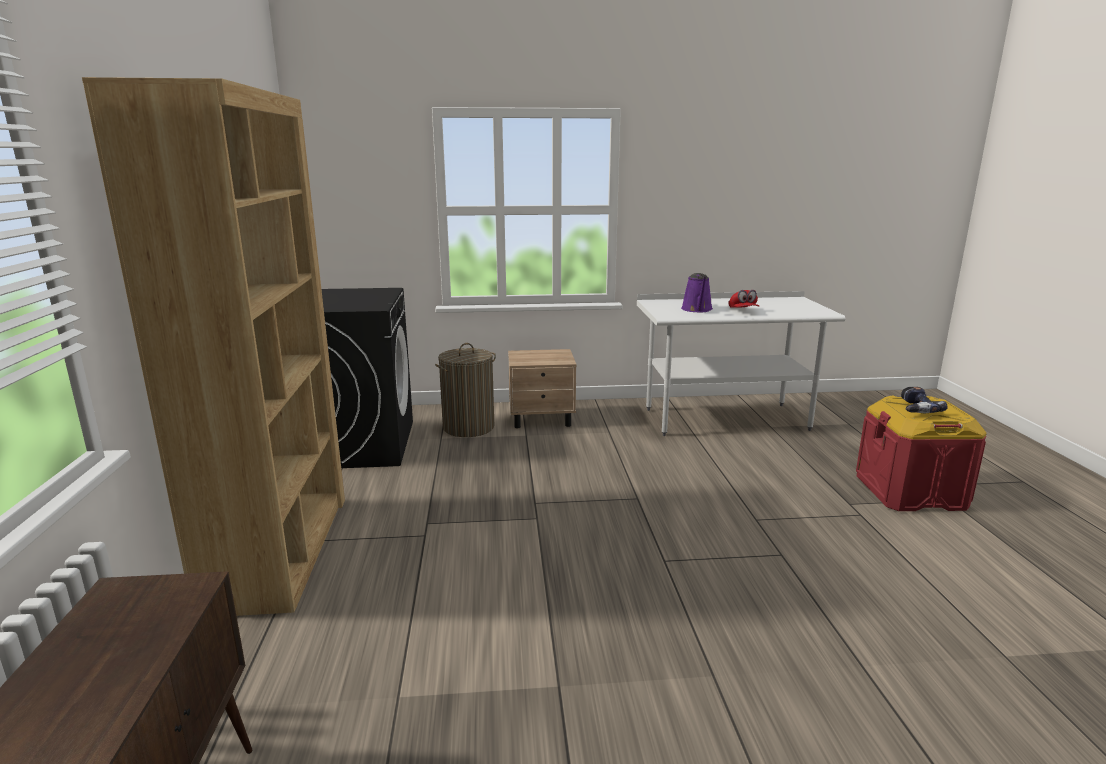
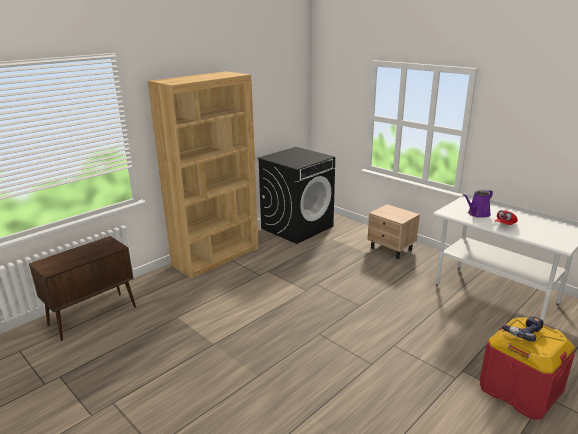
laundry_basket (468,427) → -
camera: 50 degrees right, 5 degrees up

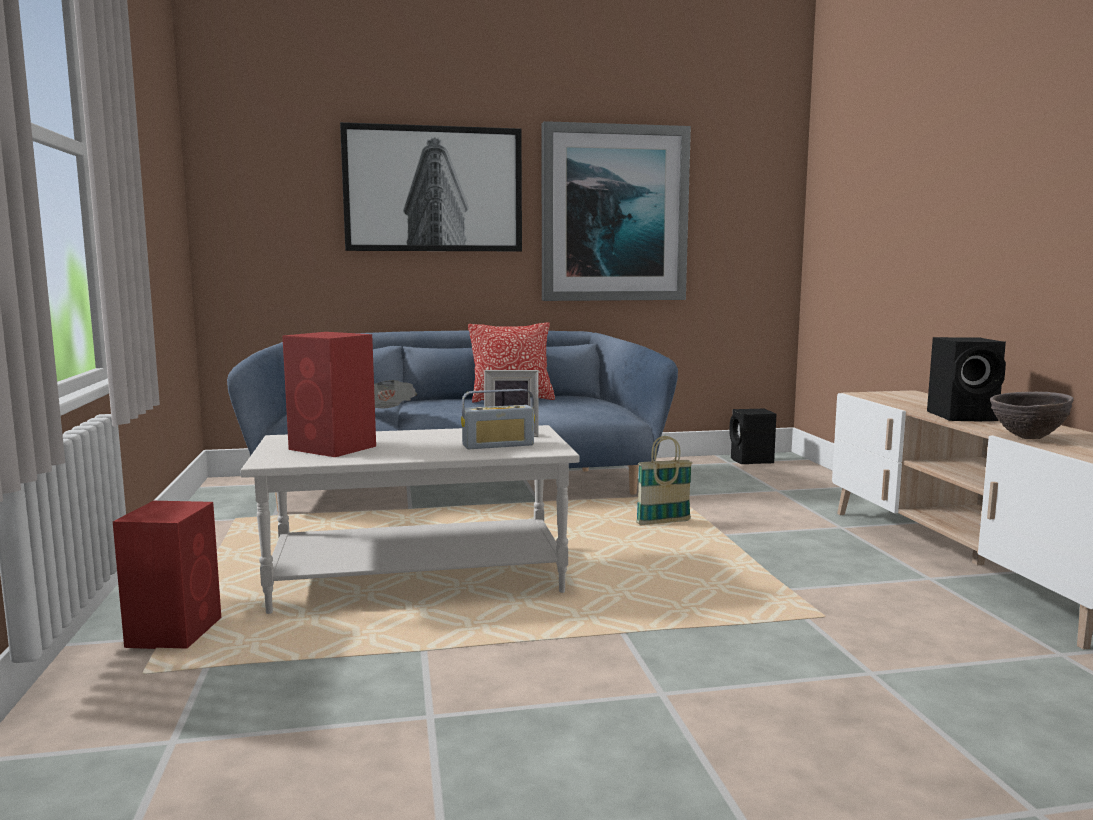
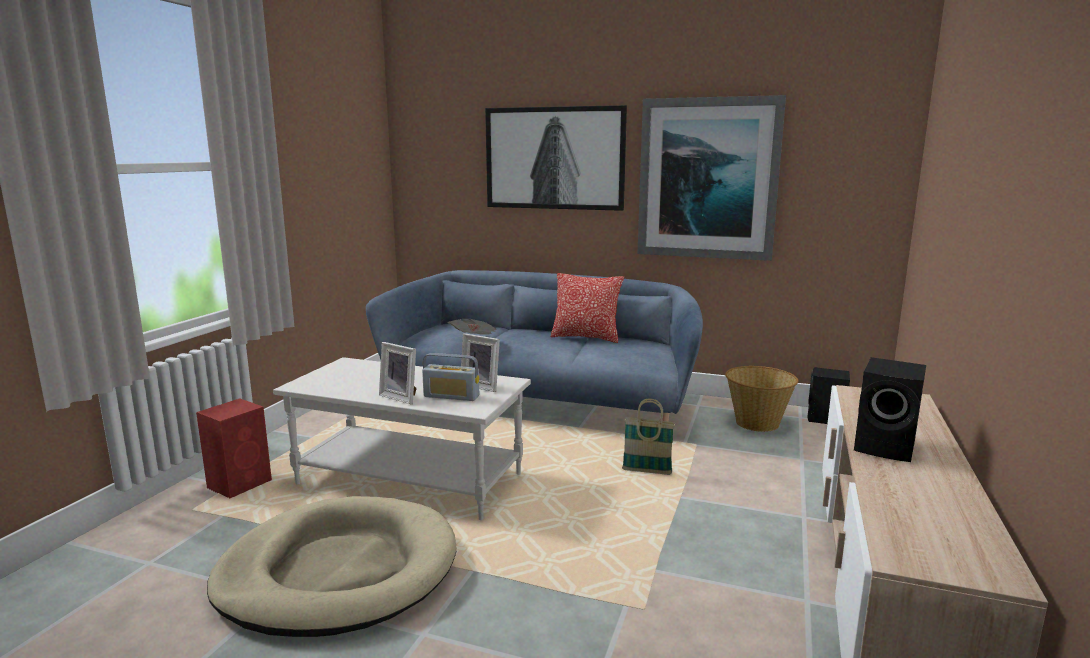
red_speaker (334,448) → -
brown_bowl (1027,438) → -
- → beige_dog_bed (338,572)
- → picture_frame (401,397)
- → basket (757,423)
camera: 30 degrees right, 5 degrees up

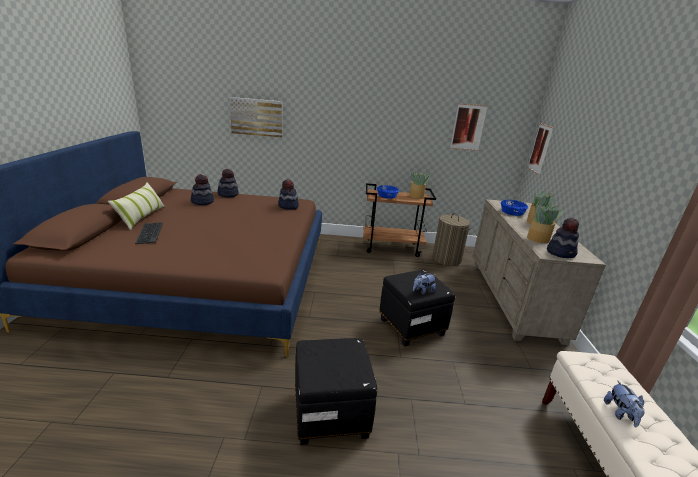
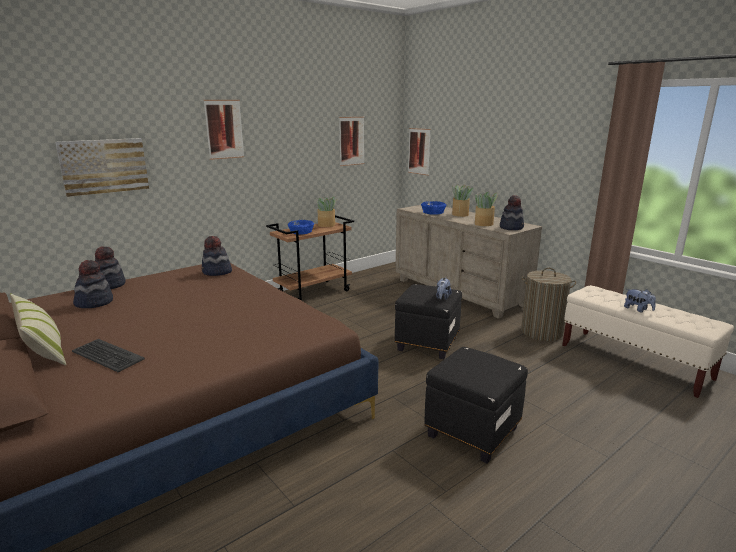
- → picture (224,129)
laundry_basket (446,259) → laundry_basket (541,332), shifted
camera: 40 degrees left, 5 degrees down

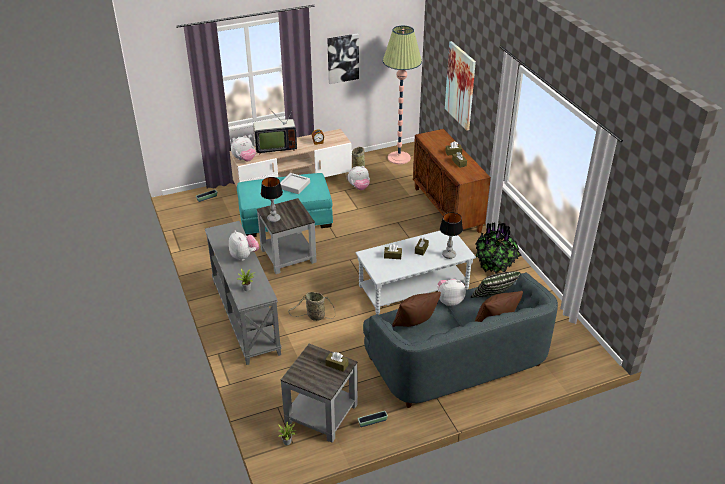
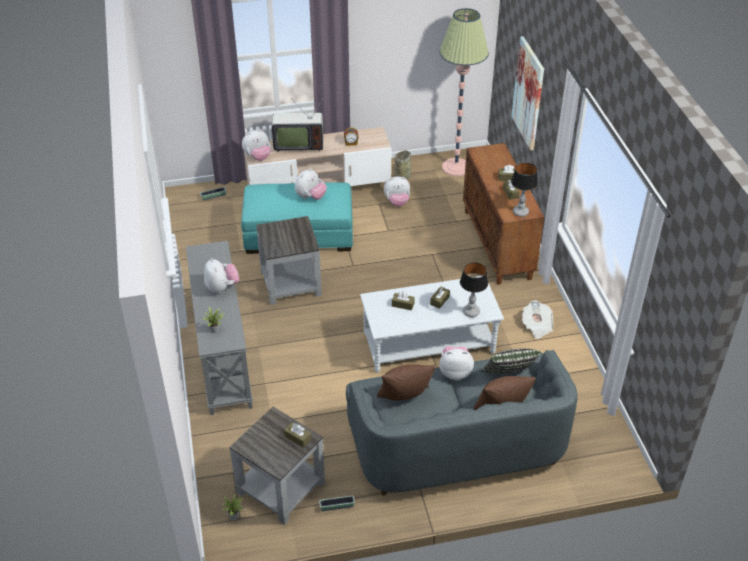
basket (314,316) → -
picture (343,58) → -
table_lamp (274,219) → table_lamp (520,212), shifted
grey_tray (294,185) → plush_toy (310,197)
potted_plant (495,265) → newspaper (537,326)
camera: 10 degrees right, 5 degrees up

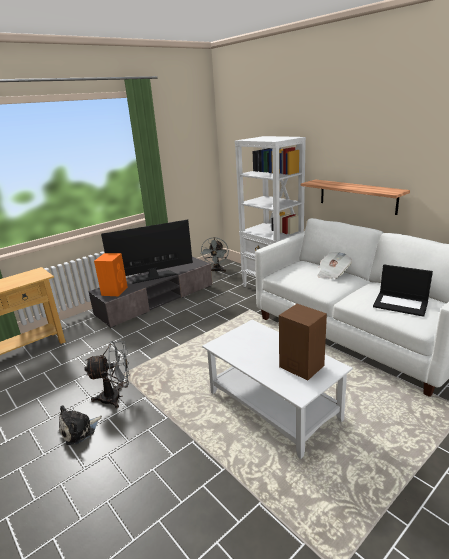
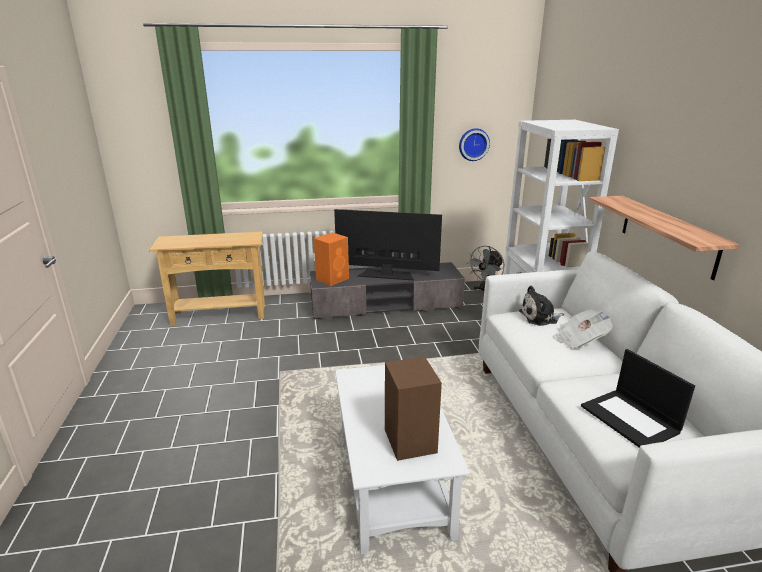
grey_fan (116,397) → -
- → wall_clock (473,144)
plush_toy (79,430) → plush_toy (540,317), shifted
camera: 30 degrees right, 0 degrees up

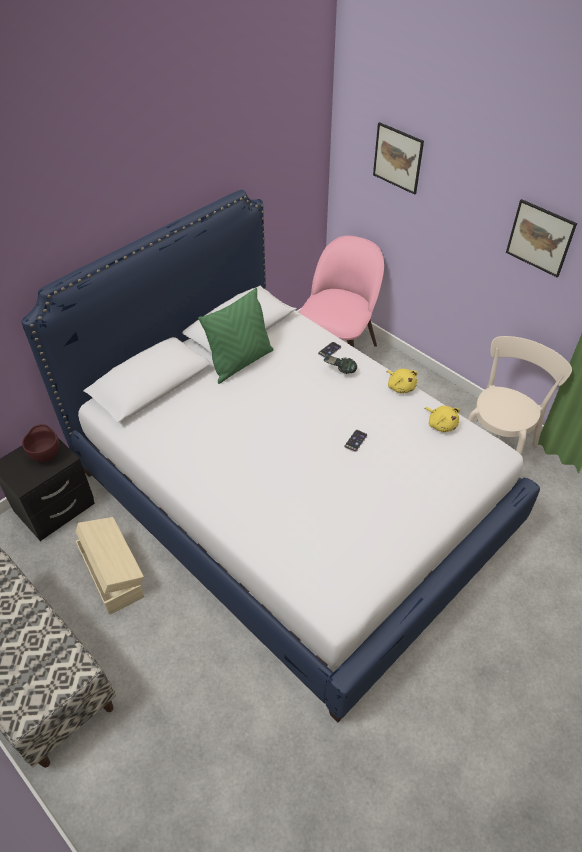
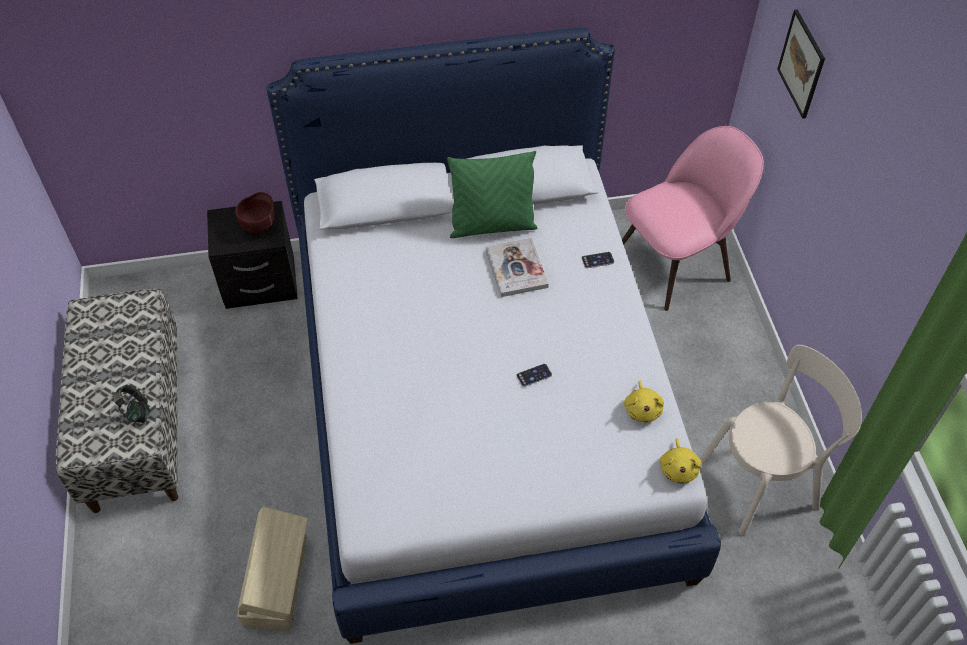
picture (540,238) → -
- → book (516,269)
beige_storage_box (113,573) → beige_storage_box (278,580), shifted
headphones (339,371) → headphones (136,412), shifted
yellow_plush_toy (400,386) → yellow_plush_toy (678,468), shifted
camera: 35 degrees right, 5 degrees up

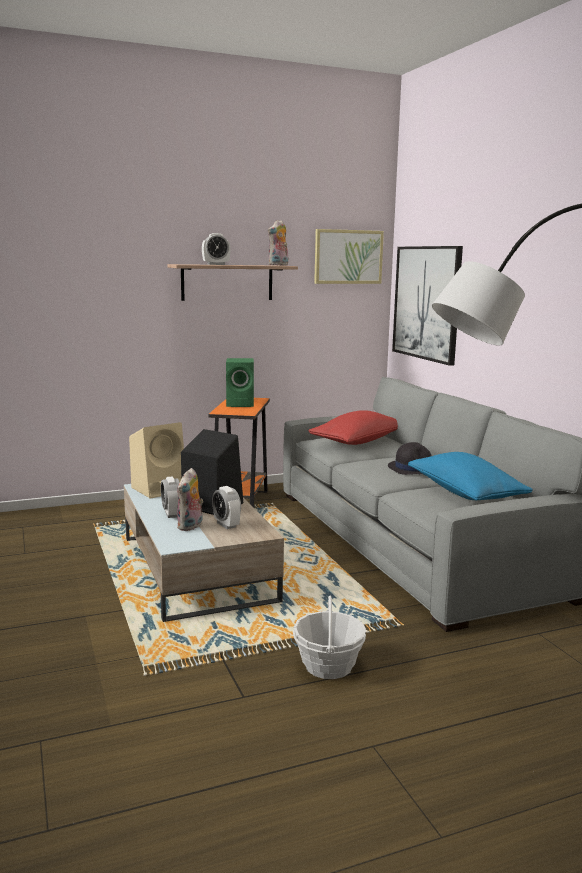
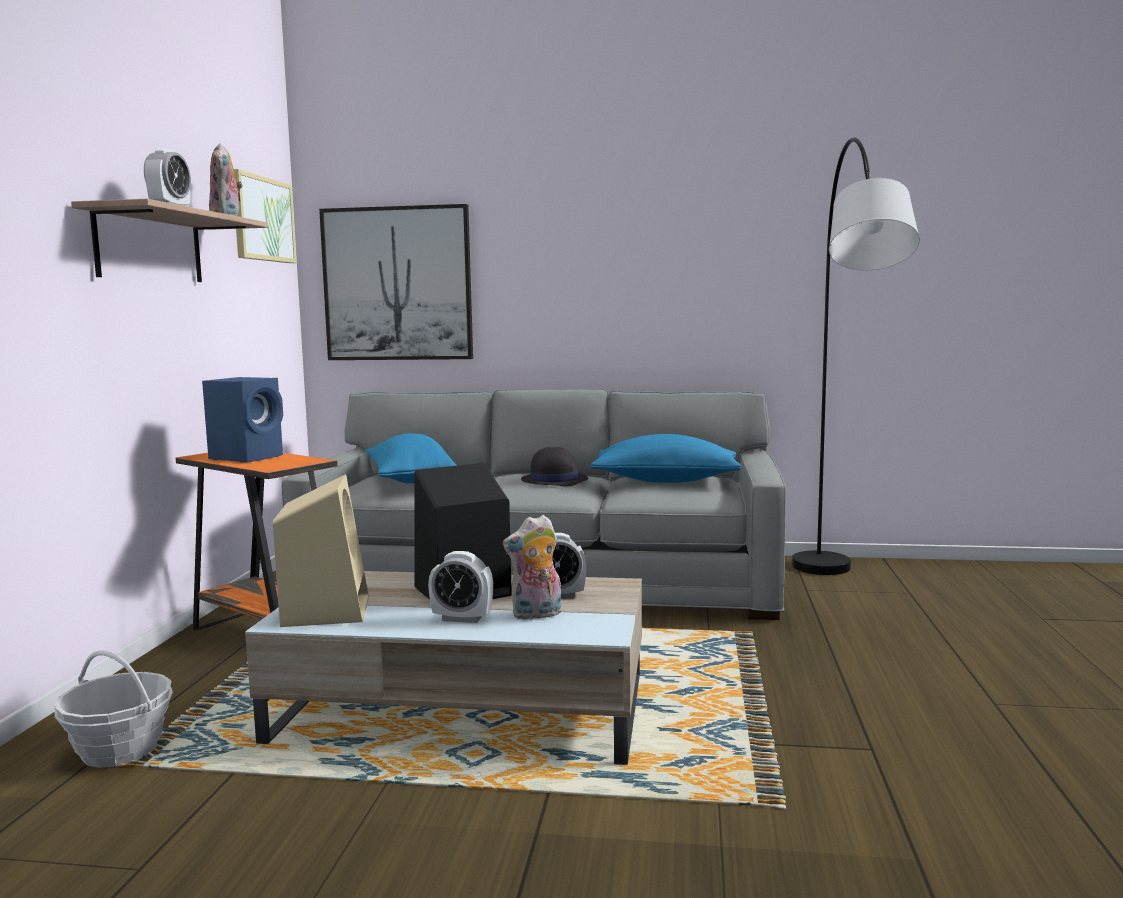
basket (328,666) → basket (120,750), shifted
green_speaker (241,404) → blue_speaker (248,457)
red_pillow (357,442) → blue_pillow (410,480)
plush_toy (190,526) → plush_toy (536,615), 105 degrees clockwise
camera: 60 degrees left, 5 degrees down

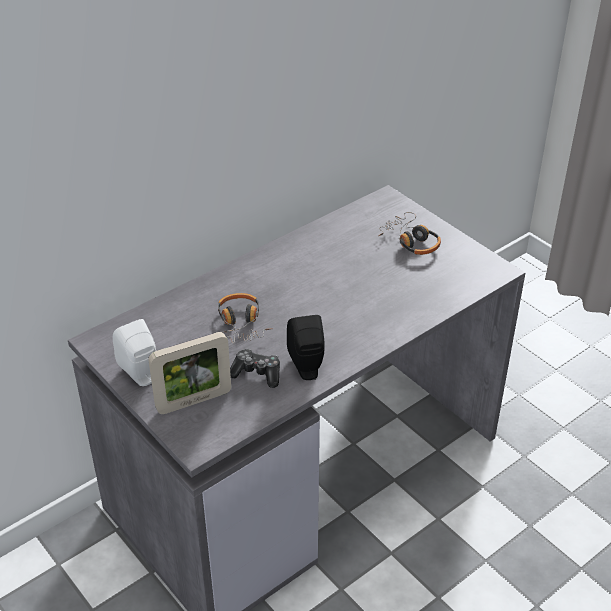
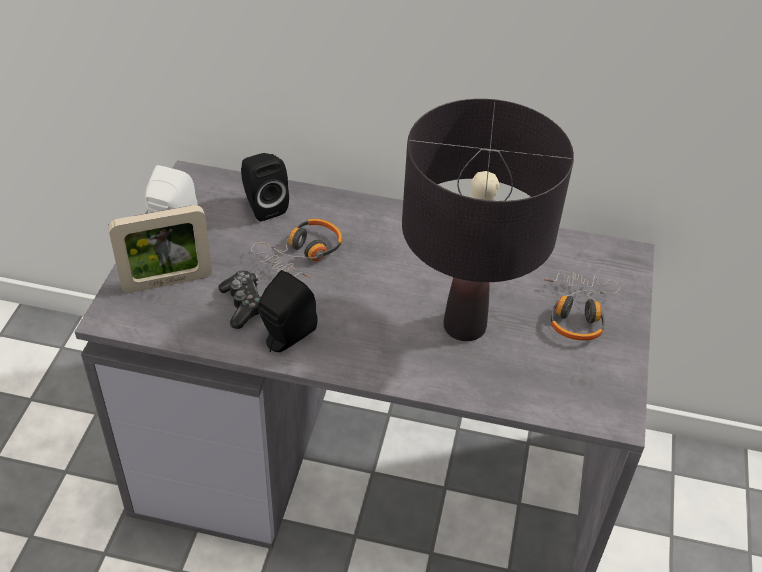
- → black_speaker (263,206)
- → black_table_lamp (465,326)
picture_frame (194,401) → picture_frame (167,282), 45 degrees counterclockwise
camera: 50 degrees right, 5 degrees up

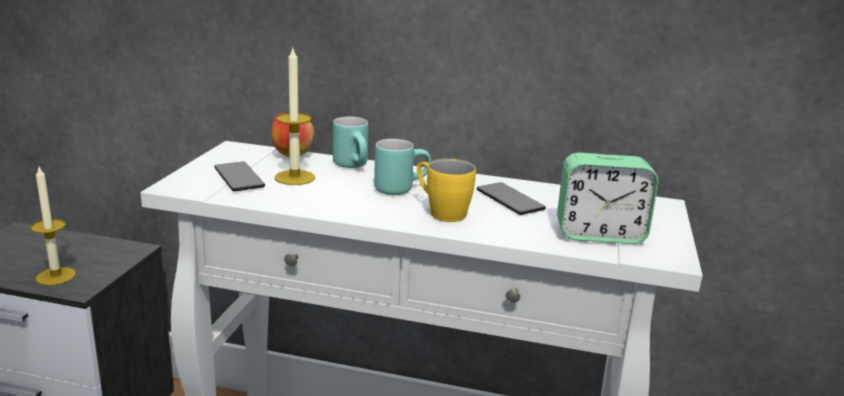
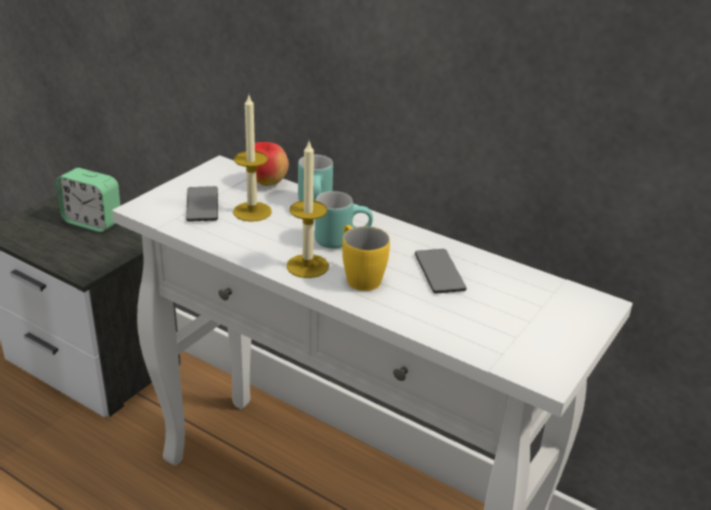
candle (56,276) → candle (307,266), shifted
alarm_clock (599,234) → alarm_clock (92,222), shifted
camera: 20 degrees right, 10 degrees up

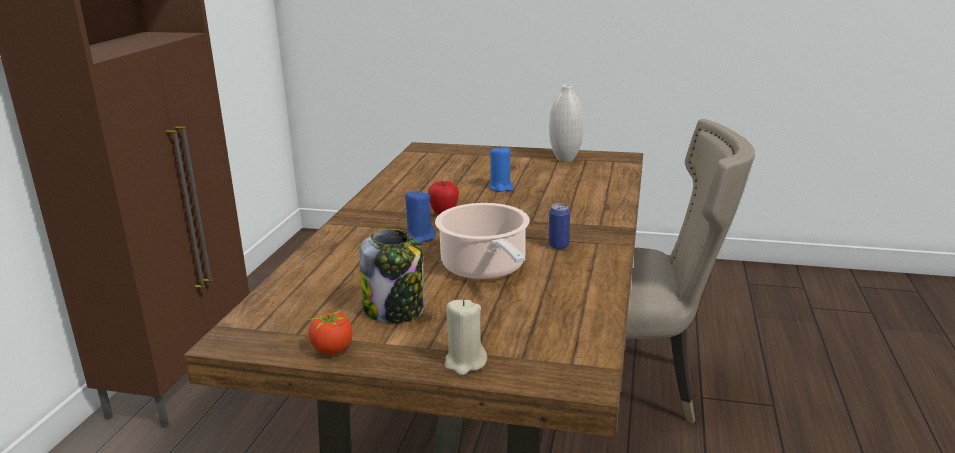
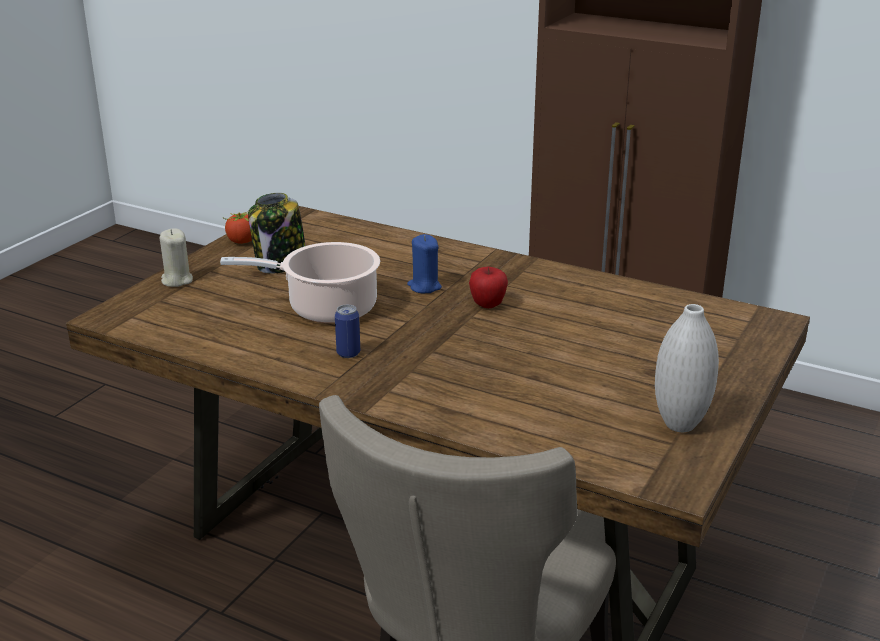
blue_candle (501,187) → -
camera: 105 degrees right, 5 degrees up

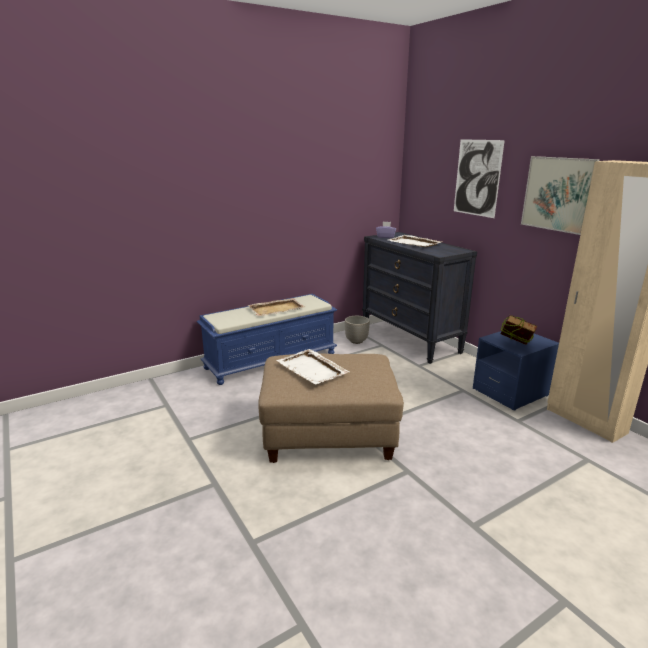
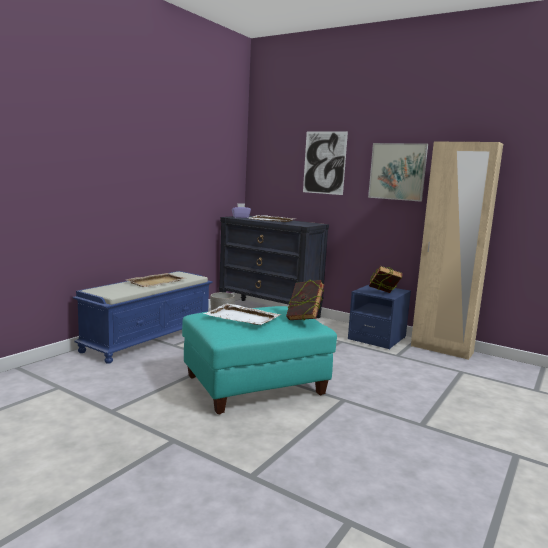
- → book (304,319)
beige_ottoman (329,434) → turquoise_ottoman (255,385)
camera: 25 degrees left, 10 degrees down

